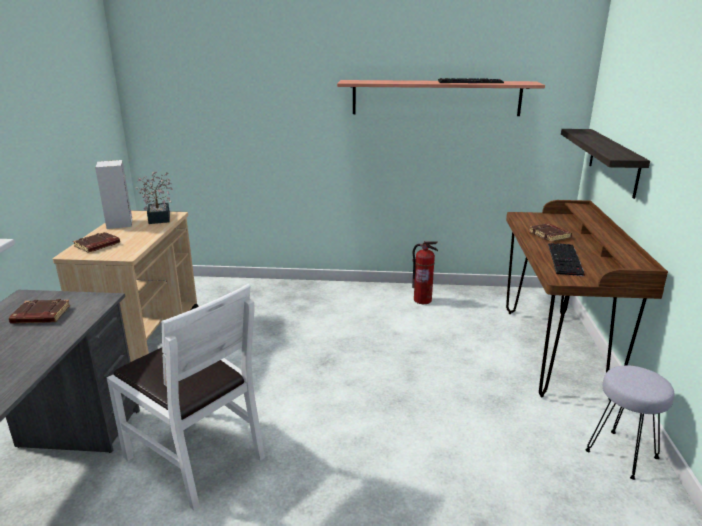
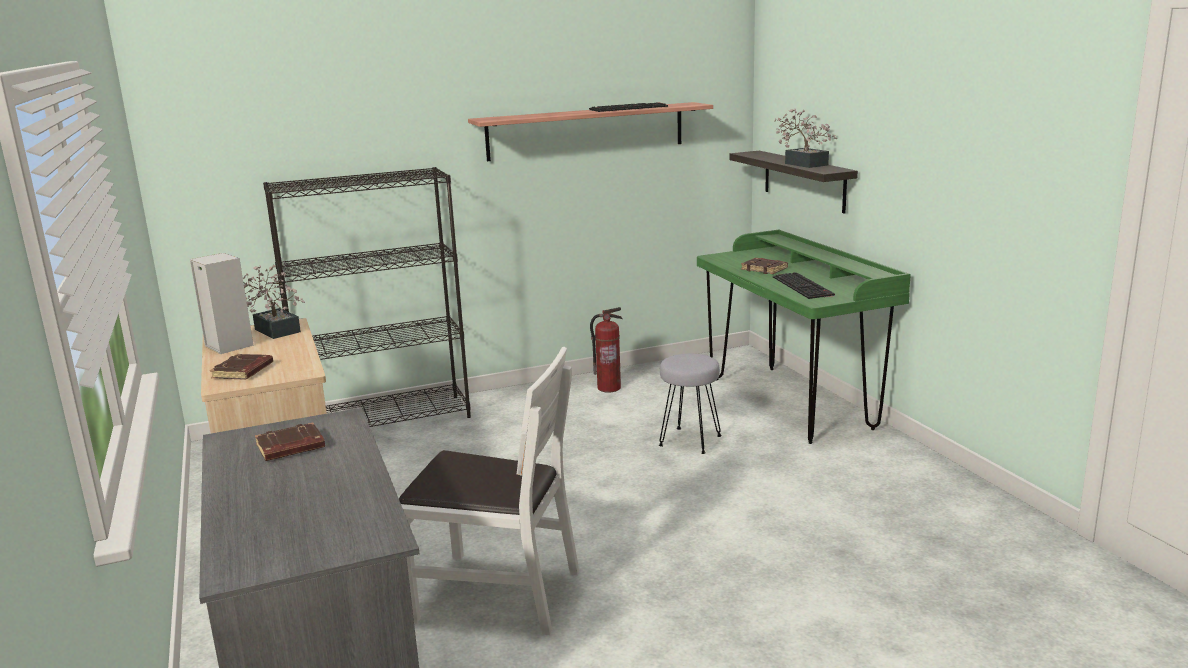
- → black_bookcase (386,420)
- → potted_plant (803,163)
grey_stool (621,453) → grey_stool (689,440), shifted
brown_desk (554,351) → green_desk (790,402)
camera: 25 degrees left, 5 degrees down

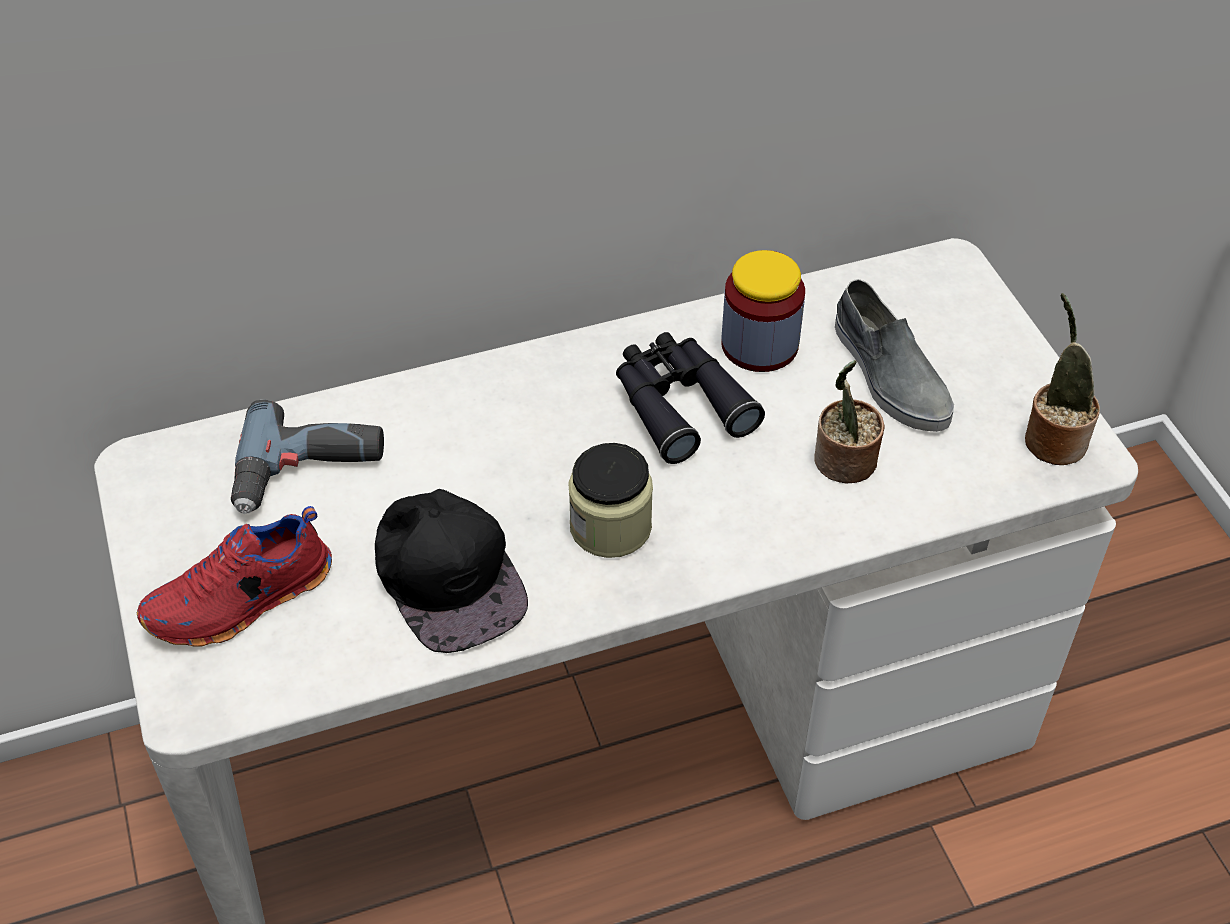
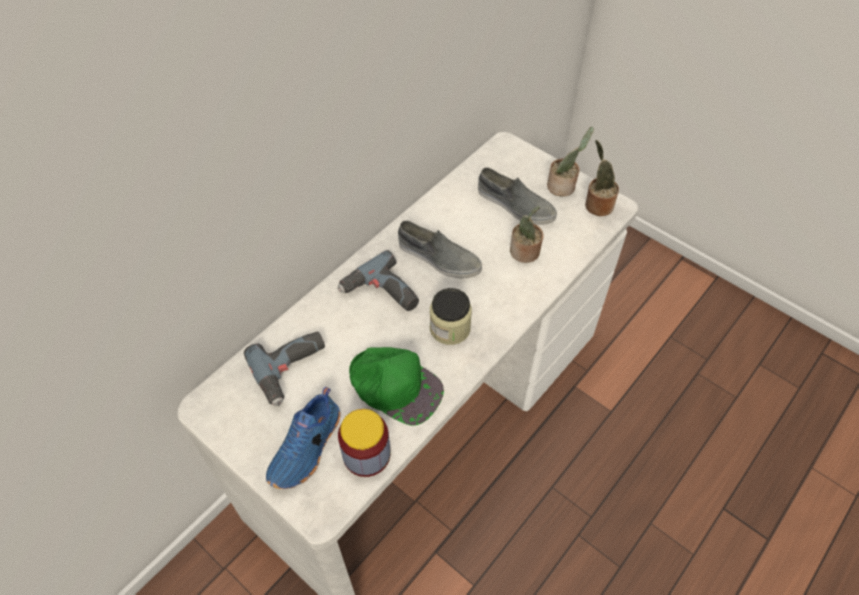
- → power_drill (381,294)
- → potted_plant (563,187)
jar (759,345) → jar (366,454), shifted
black_binoculars (679,404) → grey_shoe (438,258)
red_shoe (242,602) → blue_shoe (307,449)
black_cap (449,574) → green_cap (395,386)
camera: 30 degrees left, 5 degrees up

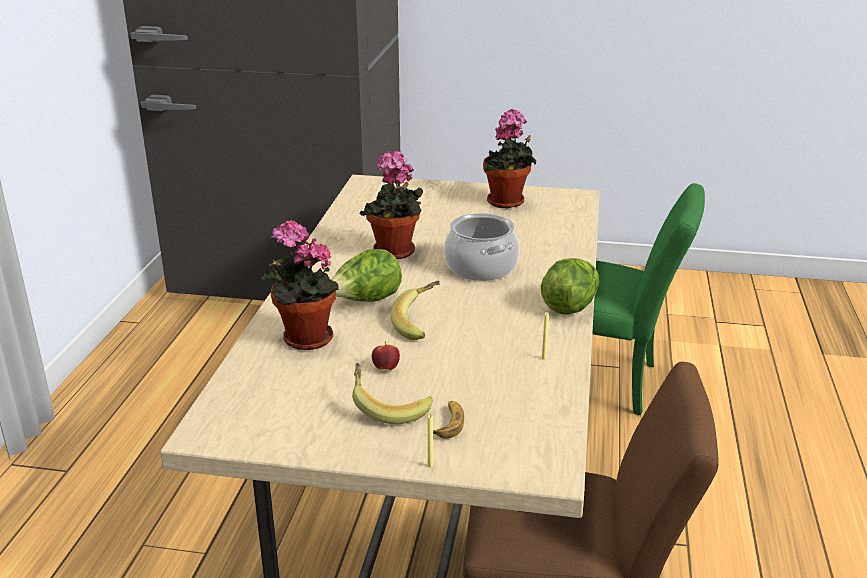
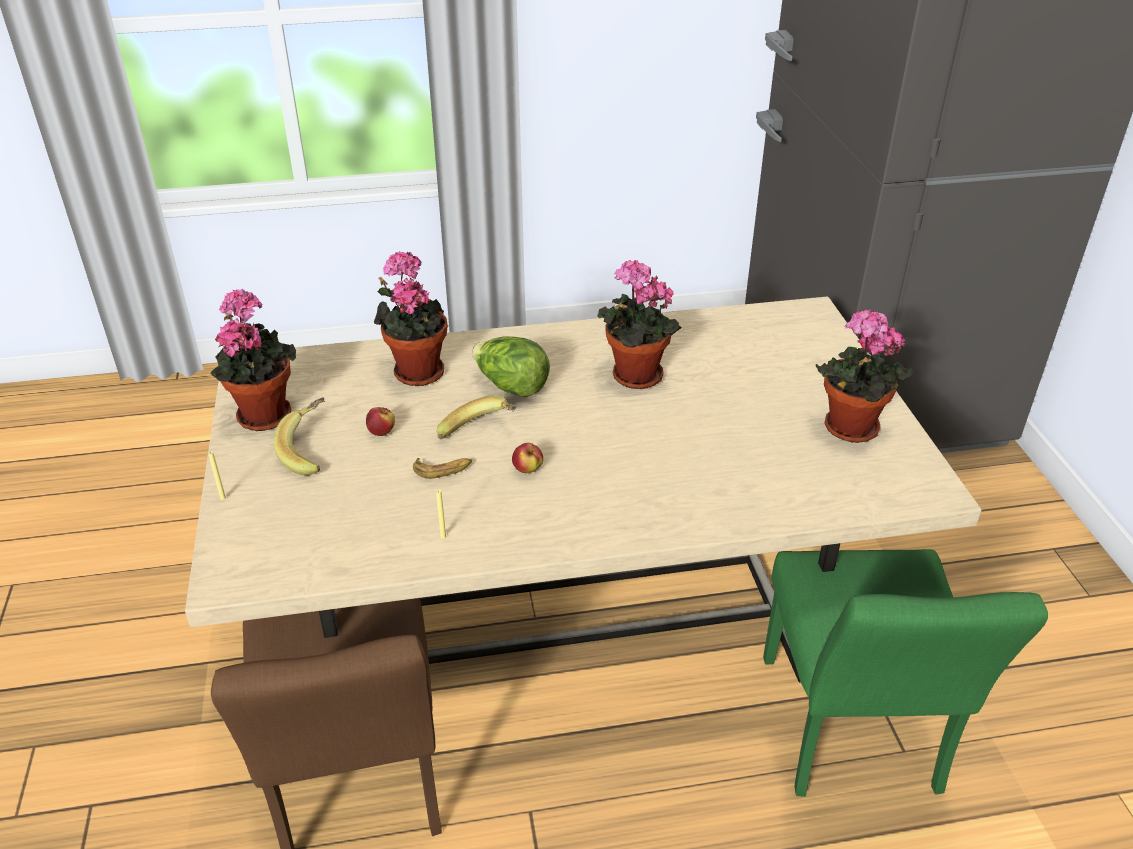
cooking_pot (480,267) → -
lettuce (570,305) → -
- → potted_plant (263,413)
- → apple (527,469)
banana (448,423) → banana (443,469), shifted
camera: 70 degrees right, 10 degrees up

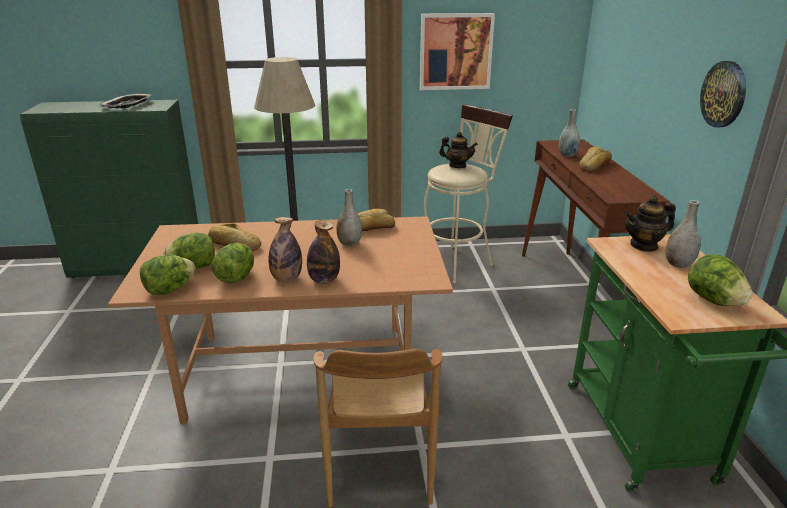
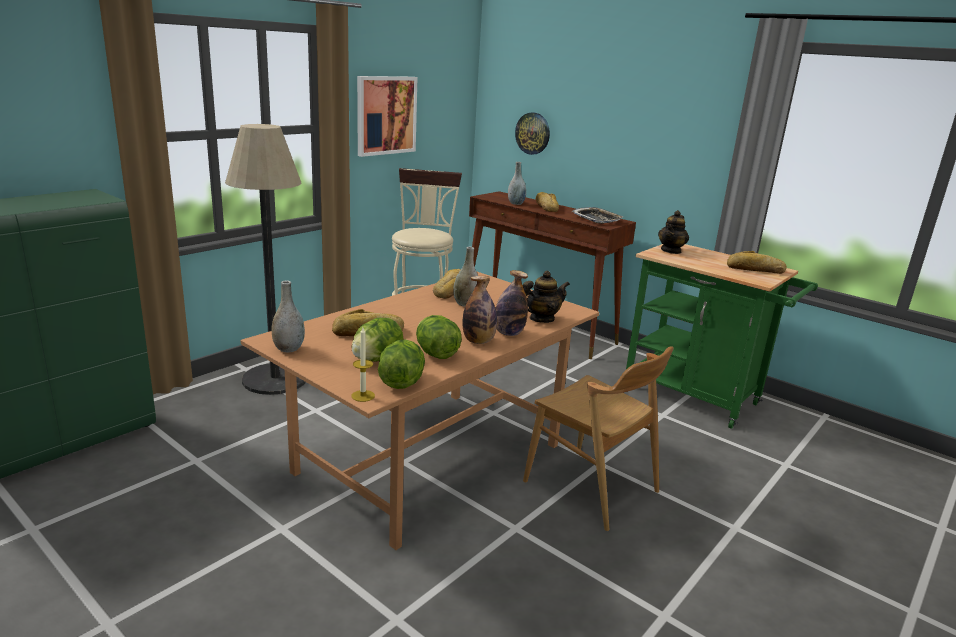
- → candle (363,396)
tray (128,105) → tray (597,219), shifted
teapot (457,166) → teapot (541,319), shifted
grey_vase (678,264) → grey_vase (289,349), shifted
wall_clock (724,94) → wall_clock (533,133), shifted
lettuce (713,300) → bread (755,269)
camera: 45 degrees left, 5 degrees down

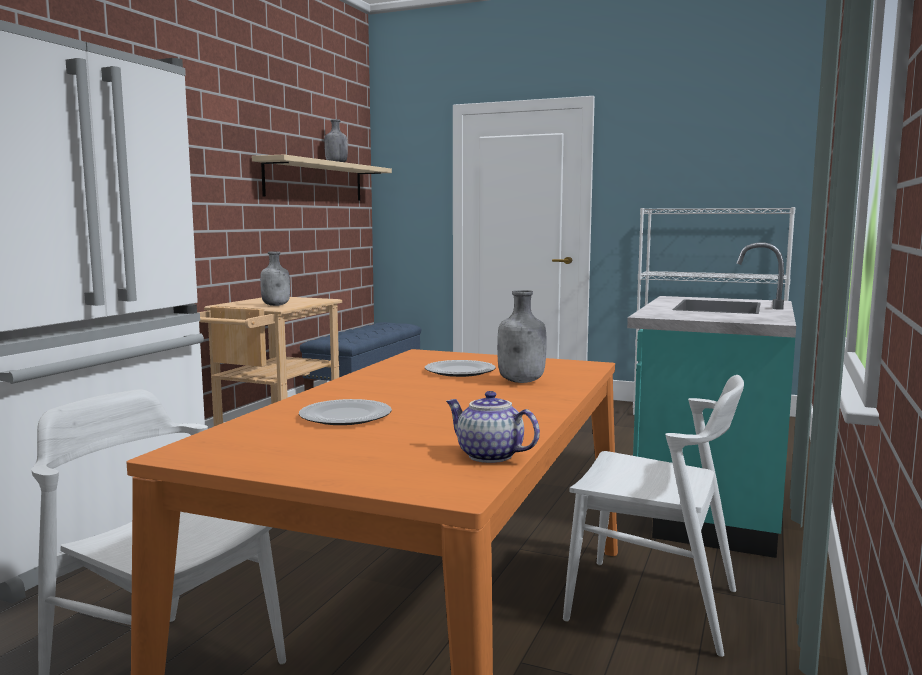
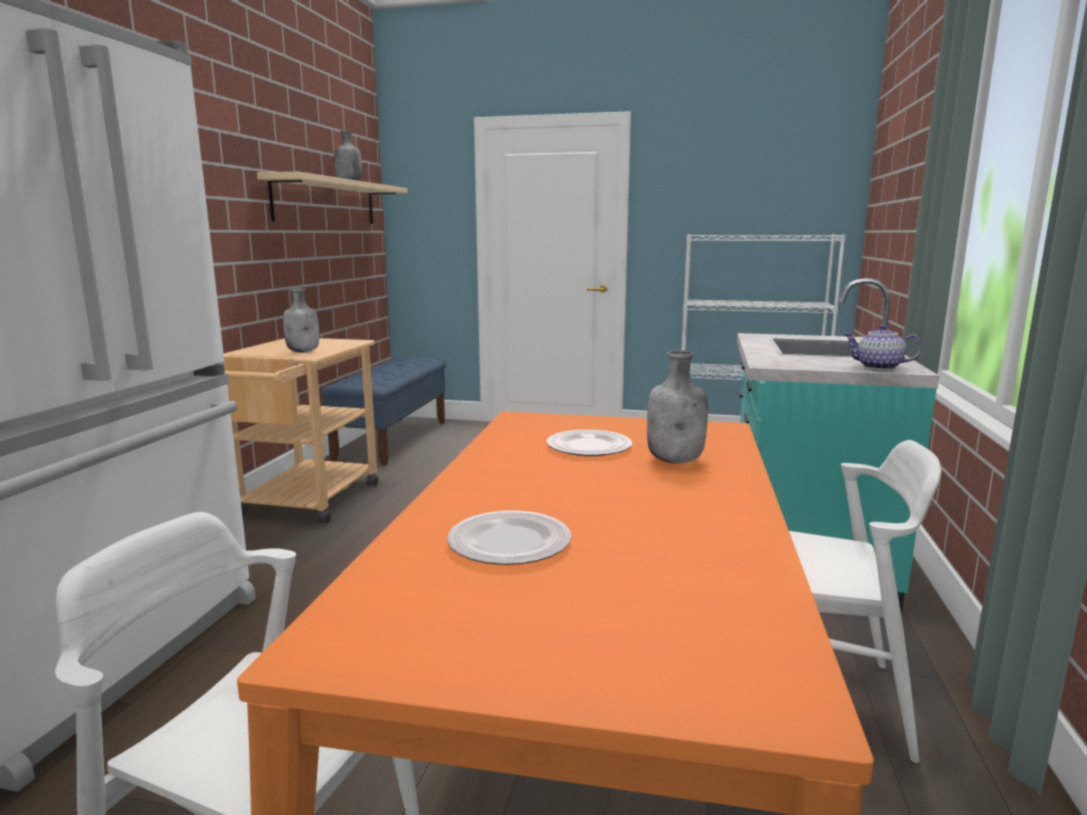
teapot (488,456) → teapot (878,367), shifted
camera: 10 degrees left, 5 degrees up

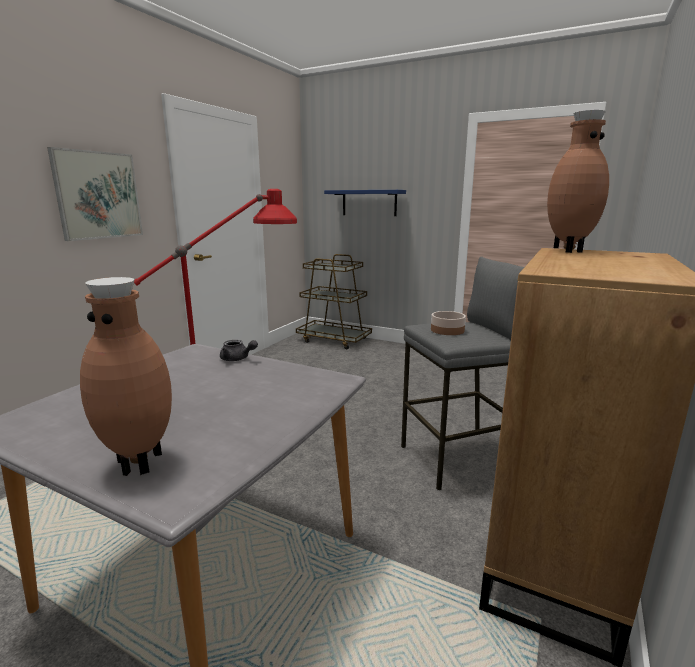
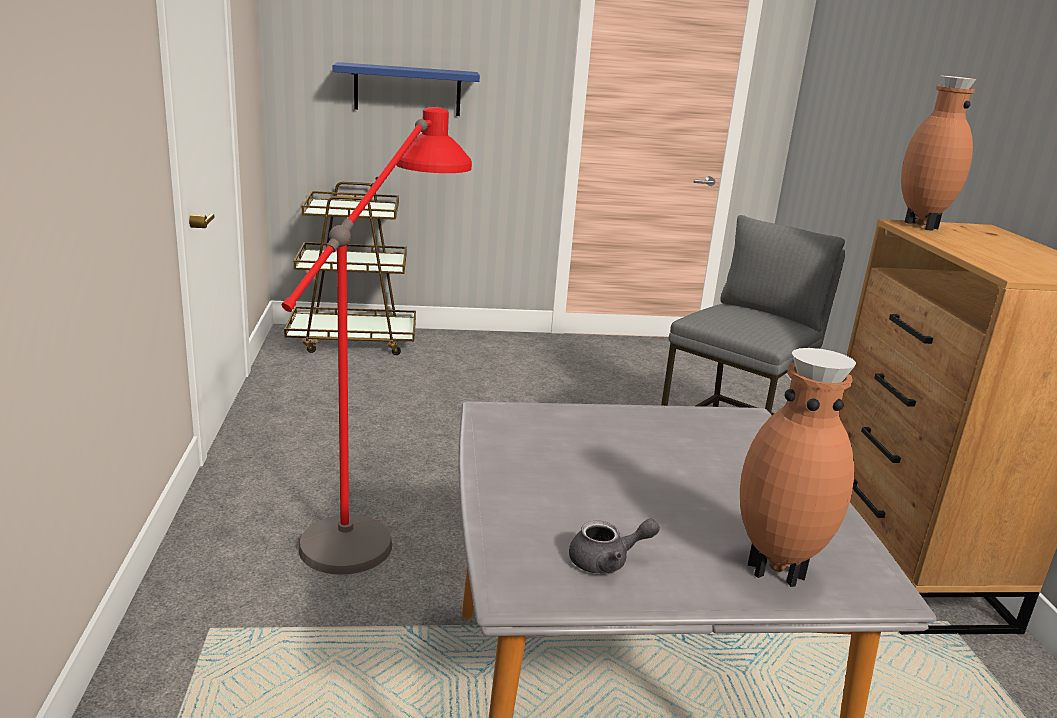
picture (98,195) → -
bowl (447,330) → -
grey_teapot (237,359) → grey_teapot (607,561), shifted
camera: 35 degrees left, 5 degrees up

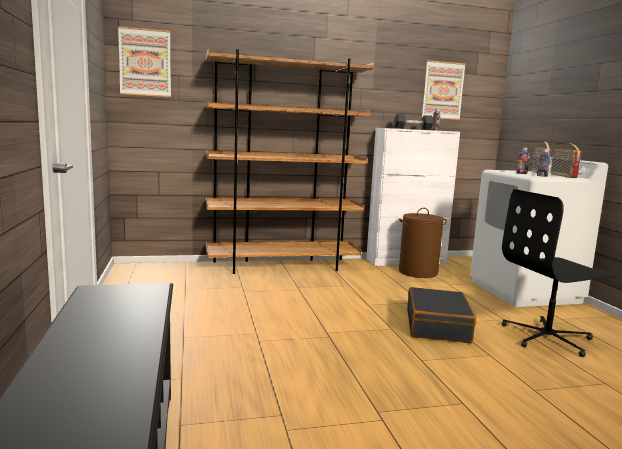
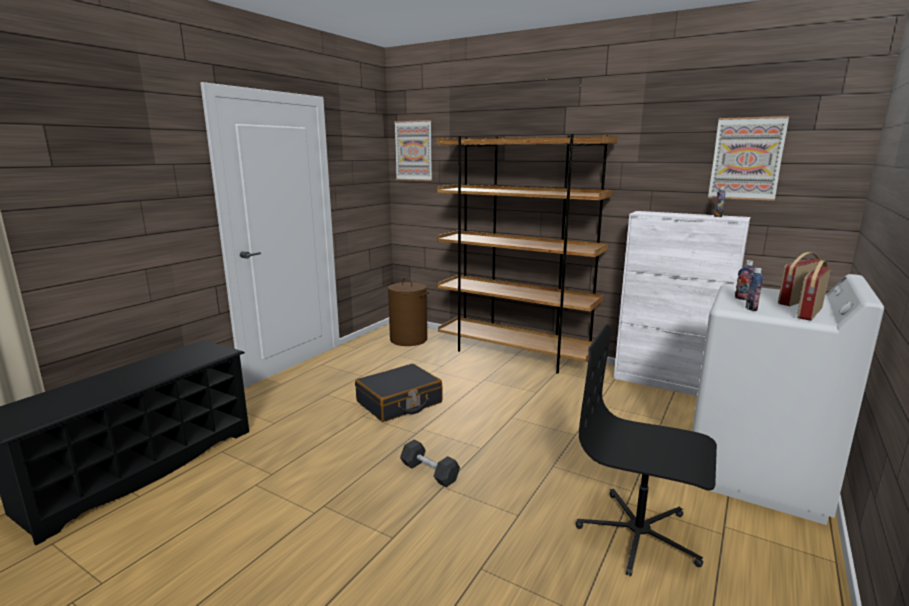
grey_dumbbell (412,129) → grey_dumbbell (429,472), shifted
brown_laundry_basket (418,272) → brown_laundry_basket (409,339), shifted
black_suitcase (438,326) → black_suitcase (399,403), shifted
camera: 45 degrees right, 5 degrees up

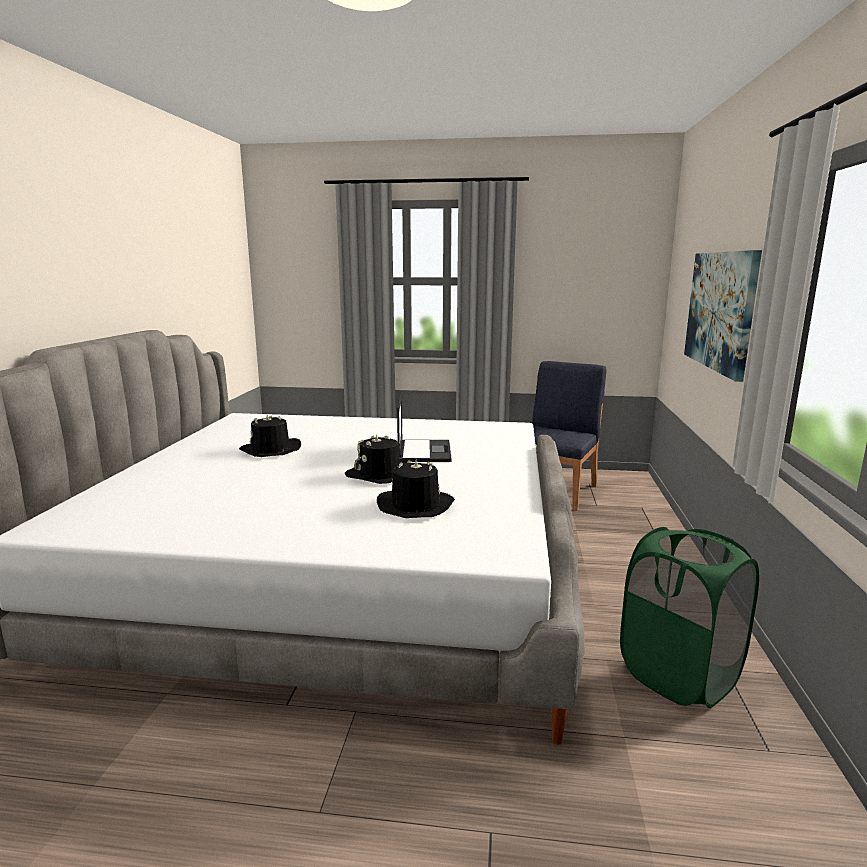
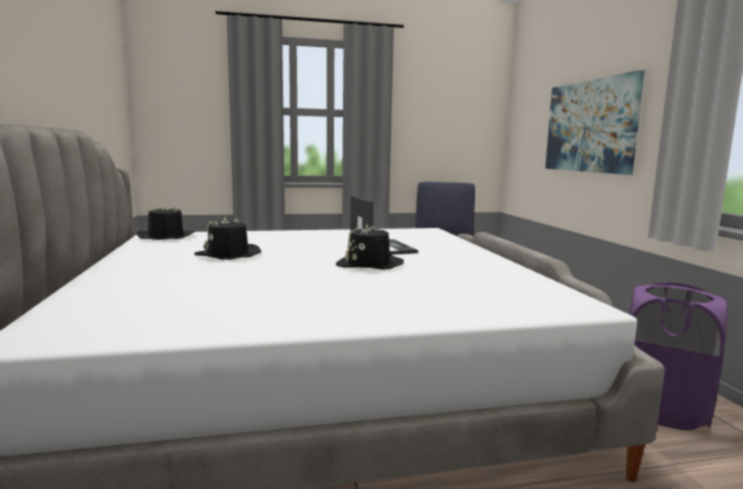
black_hat (415,505) → black_hat (166,237), shifted
green_laundry_basket (679,675) → purple_laundry_basket (662,409)
camera: 20 degrees left, 5 degrees down

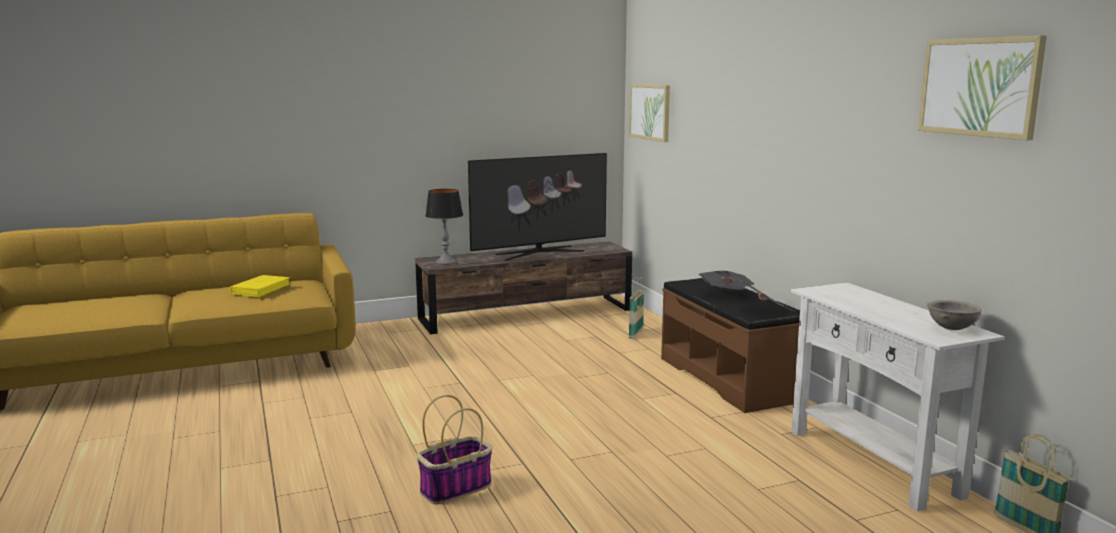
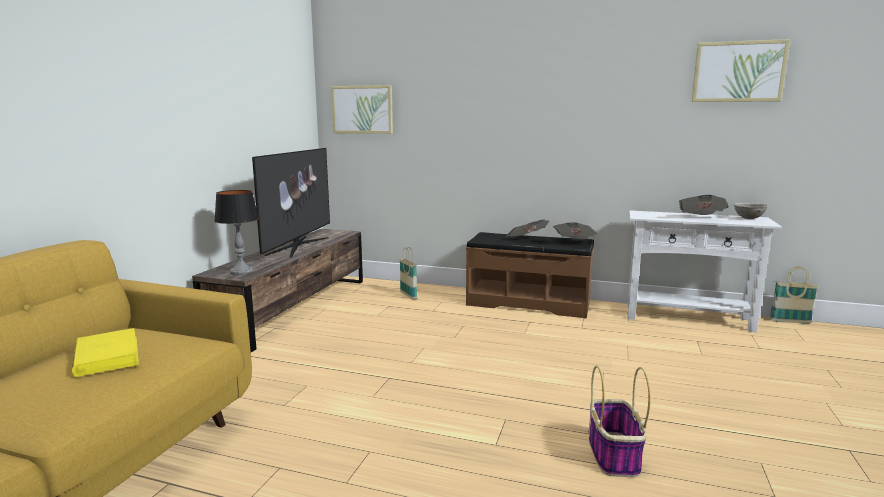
- → newspaper (701,218)
camera: 50 degrees left, 0 degrees up

